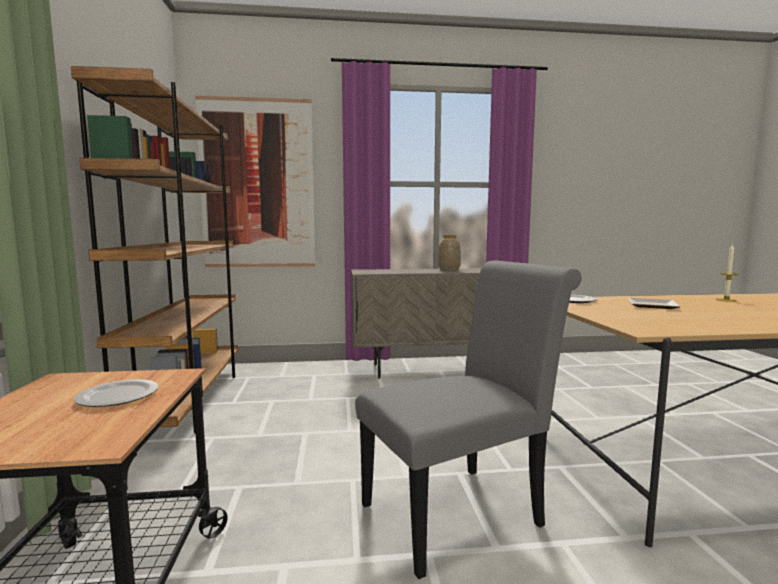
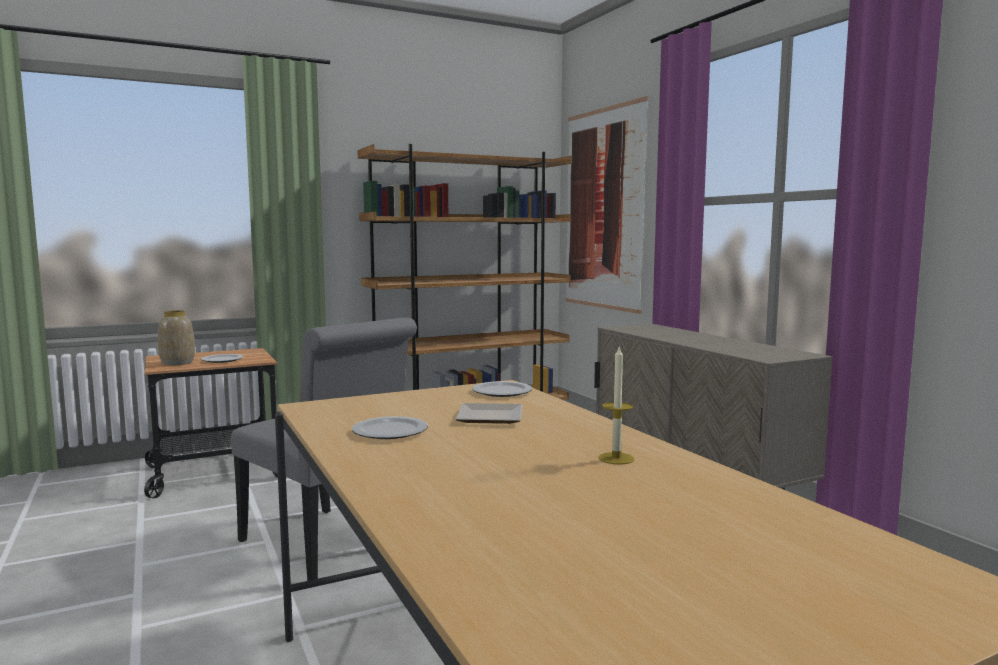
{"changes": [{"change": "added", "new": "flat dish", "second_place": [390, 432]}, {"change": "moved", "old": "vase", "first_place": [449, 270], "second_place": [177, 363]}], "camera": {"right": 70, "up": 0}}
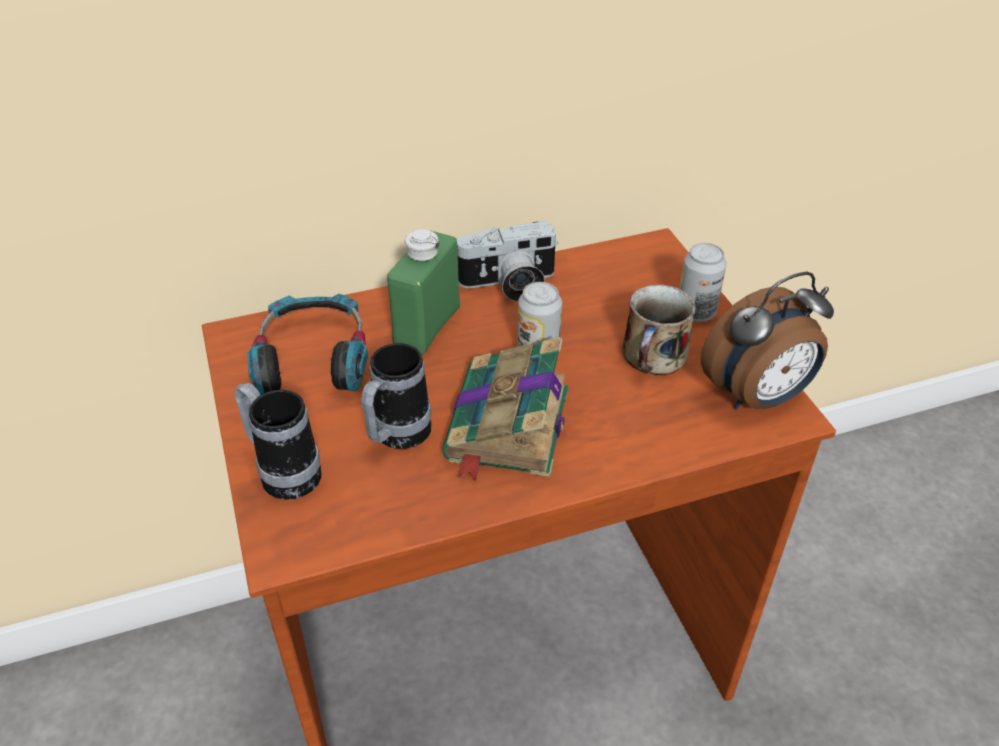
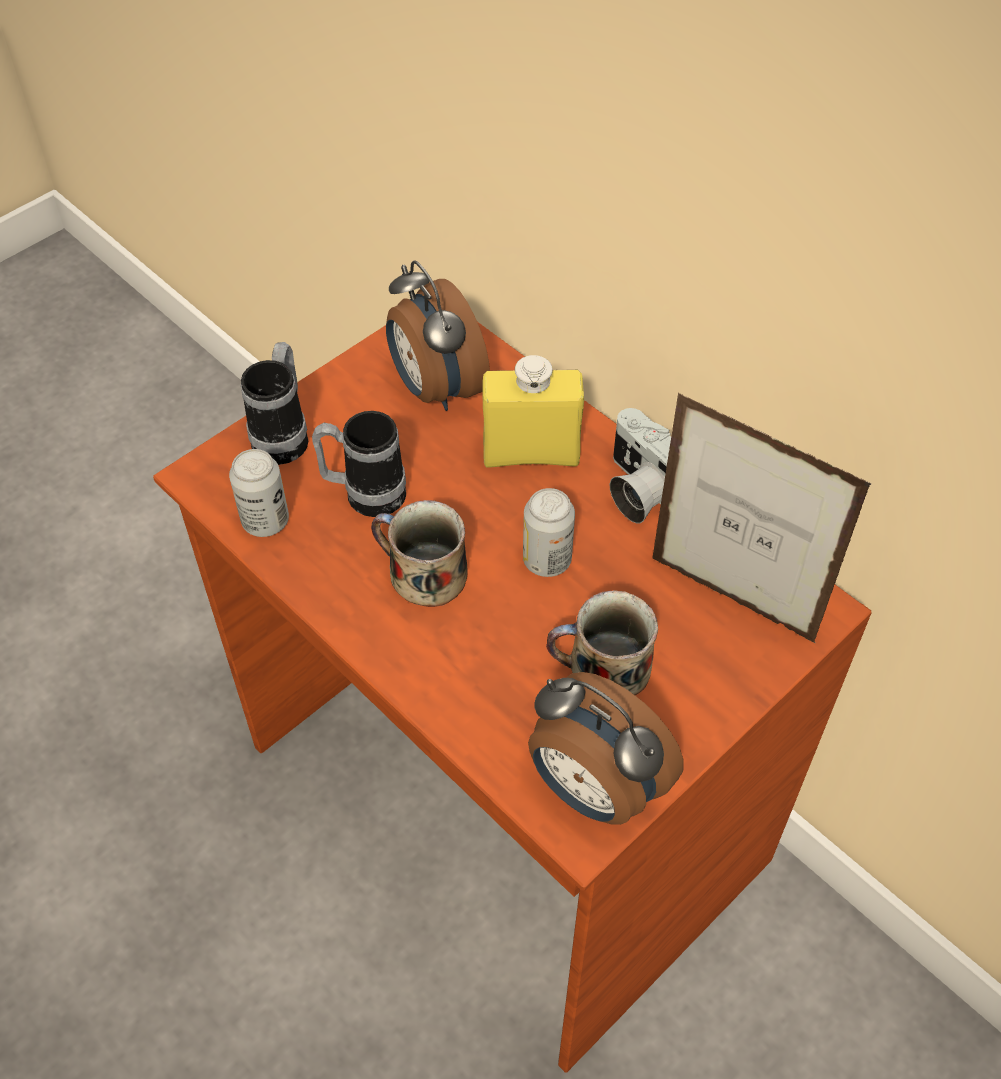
{"changes": [{"change": "added", "new": "photo frame", "second_place": [731, 600]}, {"change": "moved", "old": "metal can", "first_place": [695, 312], "second_place": [265, 521]}, {"change": "replaced", "old": "pair of headphones", "new": "alarm clock", "first_place": [313, 358], "second_place": [435, 388]}, {"change": "replaced", "old": "bound book", "new": "coffee mug", "first_place": [507, 426], "second_place": [423, 574]}, {"change": "recoloured", "old": "drink bottle (green-coloured)", "new": "drink bottle (yellow-coloured)", "first_place": [427, 327], "second_place": [531, 454]}], "camera": {"right": 65, "up": 10}}
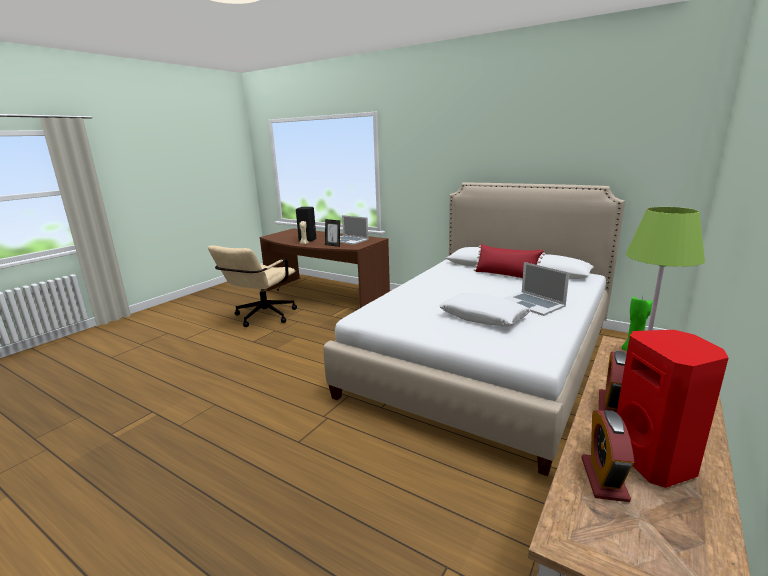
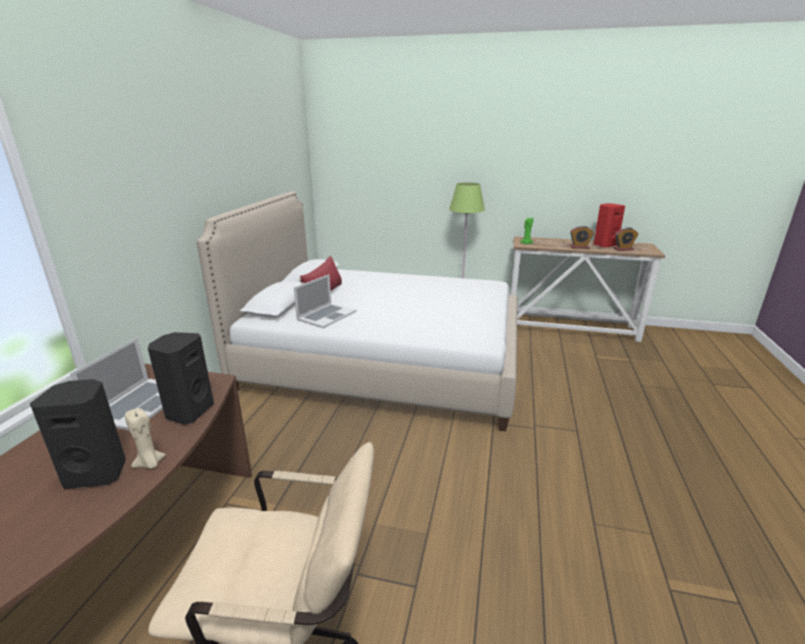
{"changes": [{"change": "removed", "old": "cushion (white-coloured)", "first_place": [483, 317]}, {"change": "moved", "old": "portable computer", "first_place": [532, 303], "second_place": [326, 315]}, {"change": "replaced", "old": "photo frame", "new": "speaker (black)", "first_place": [333, 245], "second_place": [188, 411]}], "camera": {"right": -110, "up": 5}}
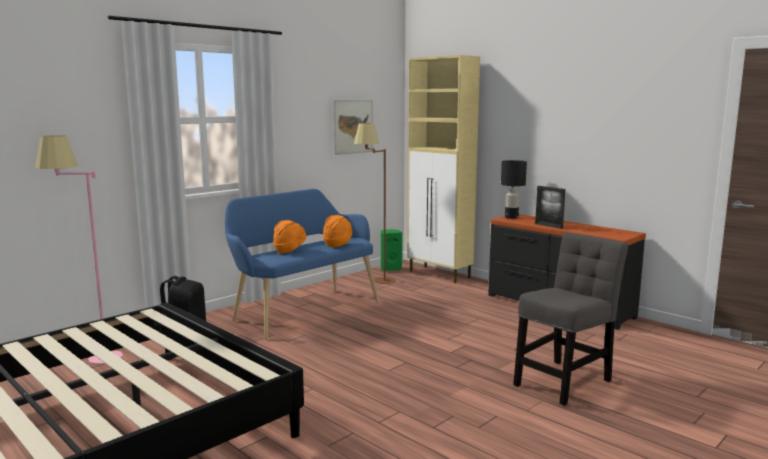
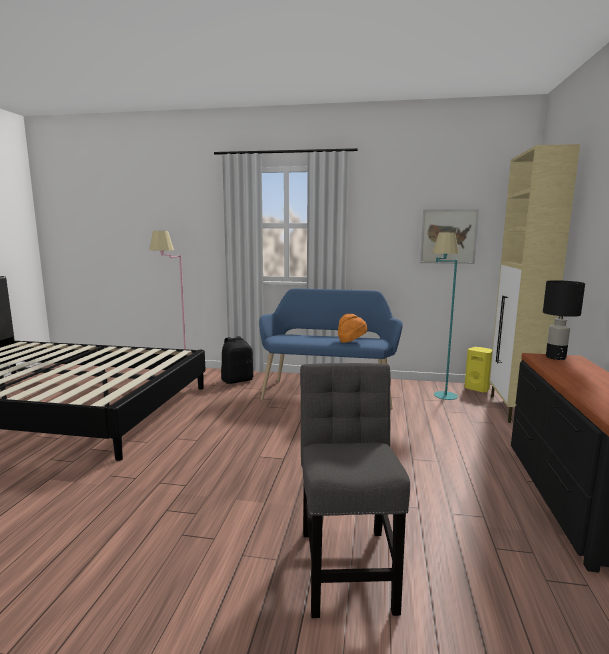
{"changes": [{"change": "removed", "old": "wearable hat (orangey)", "first_place": [289, 251]}, {"change": "removed", "old": "photo frame", "first_place": [548, 226]}, {"change": "recoloured", "old": "standing lamp (brownish)", "new": "standing lamp (turquoise)", "first_place": [374, 279], "second_place": [439, 392]}, {"change": "recoloured", "old": "speaker (green-coloured)", "new": "speaker (yellow-coloured)", "first_place": [390, 269], "second_place": [477, 389]}, {"change": "turned", "old": "plain chair (grey)", "first_place": [565, 380], "second_place": [347, 563], "degrees": -105}], "camera": {"right": 55, "up": 0}}
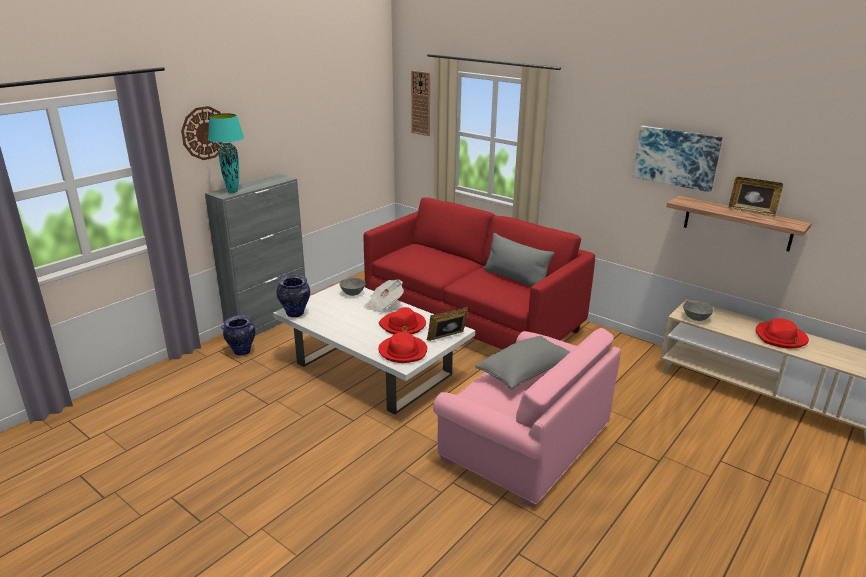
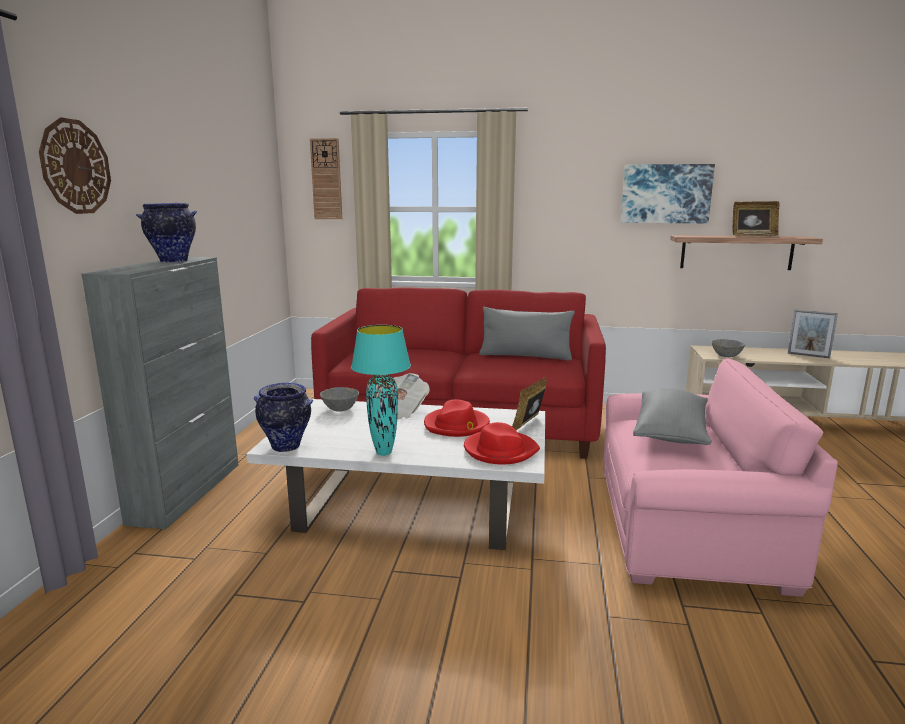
{"changes": [{"change": "moved", "old": "lamp for a table (turquoise)", "first_place": [233, 192], "second_place": [384, 452]}, {"change": "moved", "old": "vase", "first_place": [241, 352], "second_place": [173, 261]}, {"change": "replaced", "old": "wearable hat (red-coloured)", "new": "photo frame", "first_place": [780, 337], "second_place": [808, 355]}], "camera": {"right": -30, "up": -10}}
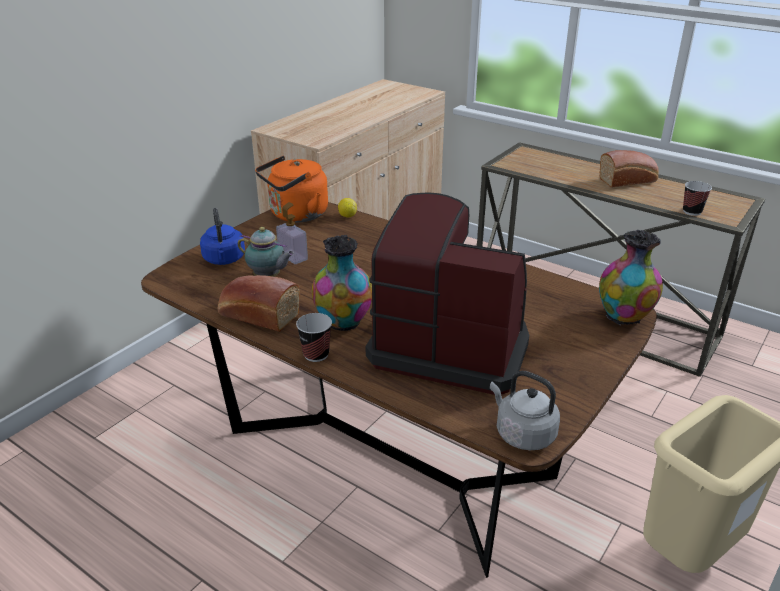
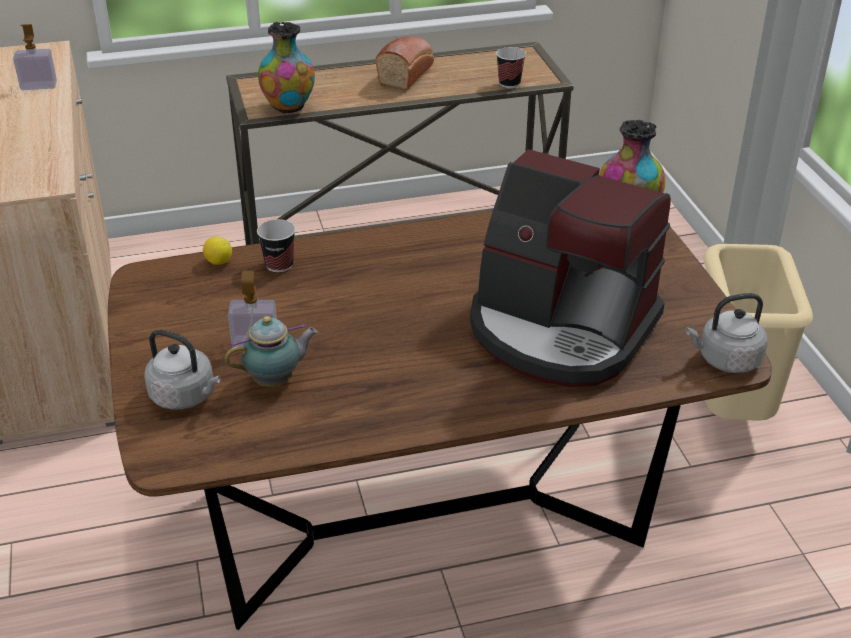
{"changes": [{"change": "removed", "old": "baked bread", "first_place": [257, 315]}, {"change": "removed", "old": "water kettle (orangey)", "first_place": [296, 215]}, {"change": "added", "new": "liquid soap bottle", "second_place": [38, 86]}, {"change": "moved", "old": "drinking cup", "first_place": [316, 354], "second_place": [279, 265]}, {"change": "moved", "old": "vase", "first_place": [343, 323], "second_place": [289, 107]}, {"change": "recoloured", "old": "water kettle (blue-coloured)", "new": "water kettle (grey)", "first_place": [224, 260], "second_place": [185, 396]}, {"change": "turned", "old": "coffee machine", "first_place": [450, 346], "second_place": [560, 330], "degrees": -120}], "camera": {"right": -50, "up": 5}}
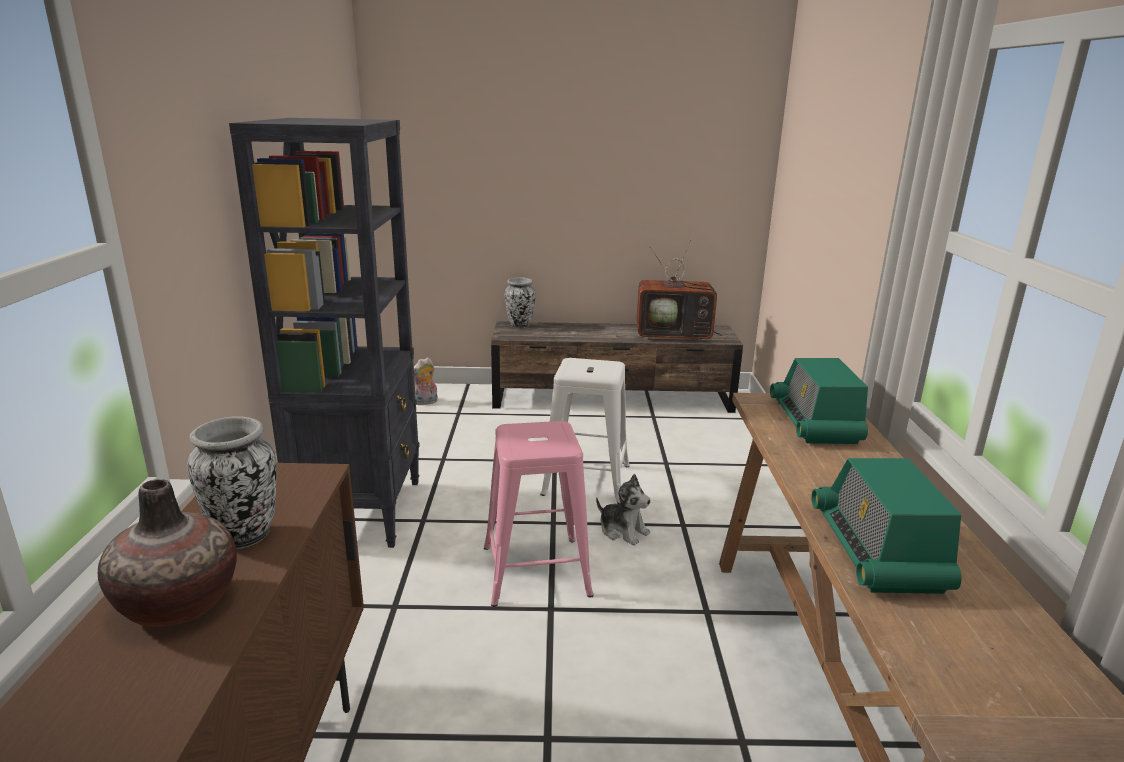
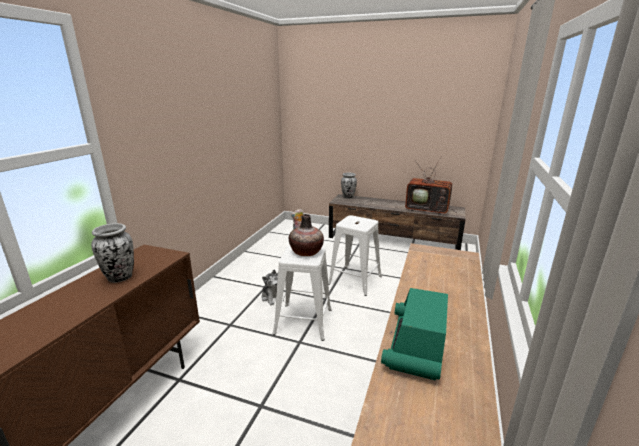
{"changes": [{"change": "removed", "old": "bookcase (black)", "first_place": [361, 511]}, {"change": "removed", "old": "radio set", "first_place": [814, 422]}, {"change": "moved", "old": "vase", "first_place": [178, 604], "second_place": [306, 252]}, {"change": "moved", "old": "soft toy", "first_place": [623, 531], "second_place": [272, 297]}, {"change": "recoloured", "old": "stool (pinkish)", "new": "stool (white-coloured)", "first_place": [536, 570], "second_place": [303, 321]}], "camera": {"right": 20, "up": 0}}
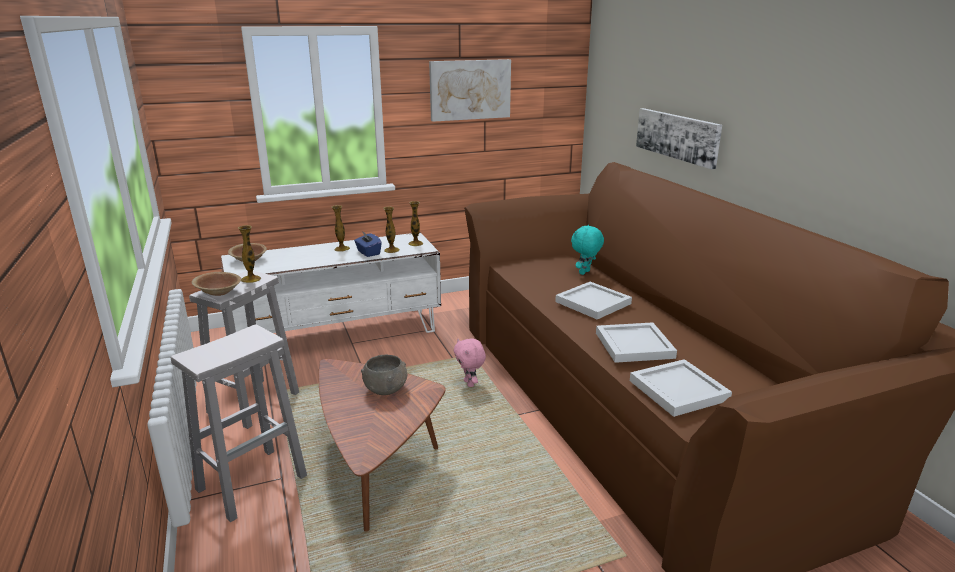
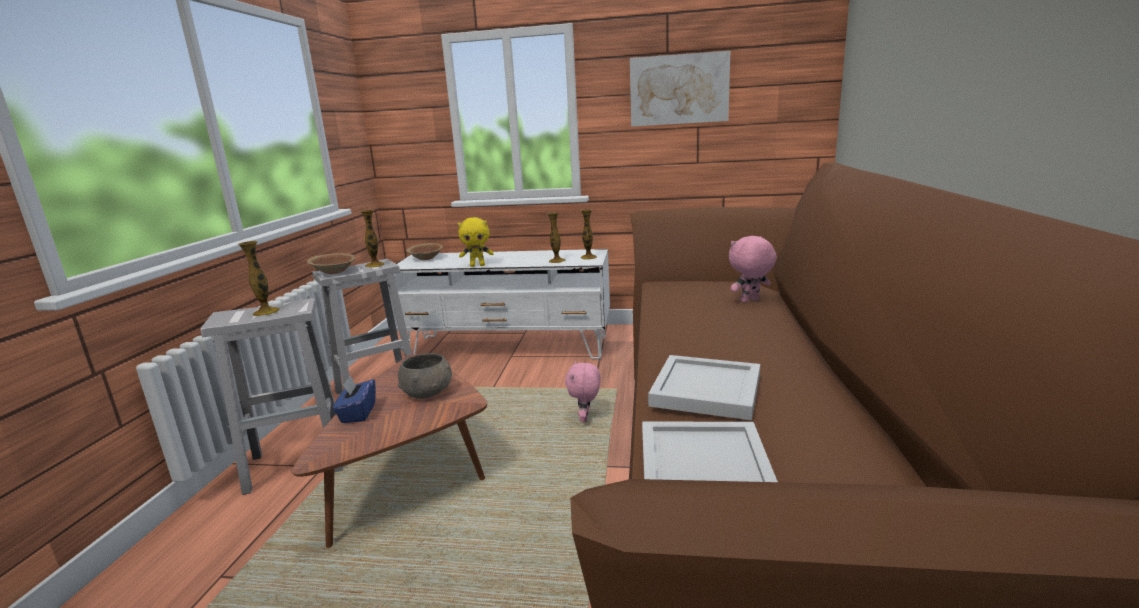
{"changes": [{"change": "removed", "old": "tray (white-coloured)", "first_place": [593, 302]}, {"change": "removed", "old": "picture", "first_place": [677, 136]}, {"change": "added", "new": "soft toy (yellow-coloured)", "second_place": [477, 265]}, {"change": "moved", "old": "vase", "first_place": [342, 249], "second_place": [266, 312]}, {"change": "moved", "old": "tissue holder (blue-coloured)", "first_place": [368, 253], "second_place": [358, 413]}, {"change": "recoloured", "old": "soft toy (turquoise)", "new": "soft toy (pinkish)", "first_place": [585, 273], "second_place": [750, 301]}], "camera": {"right": 30, "up": -5}}
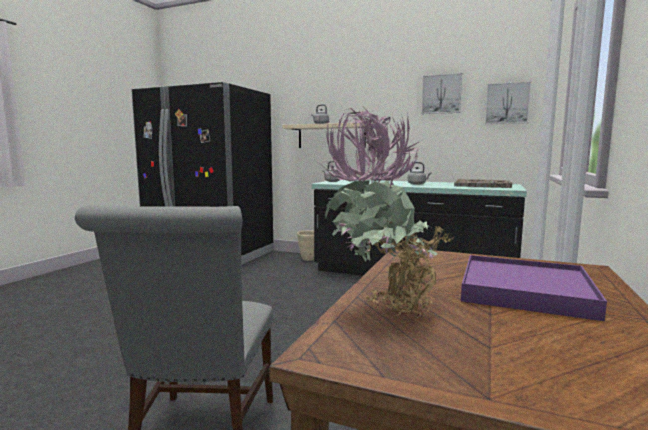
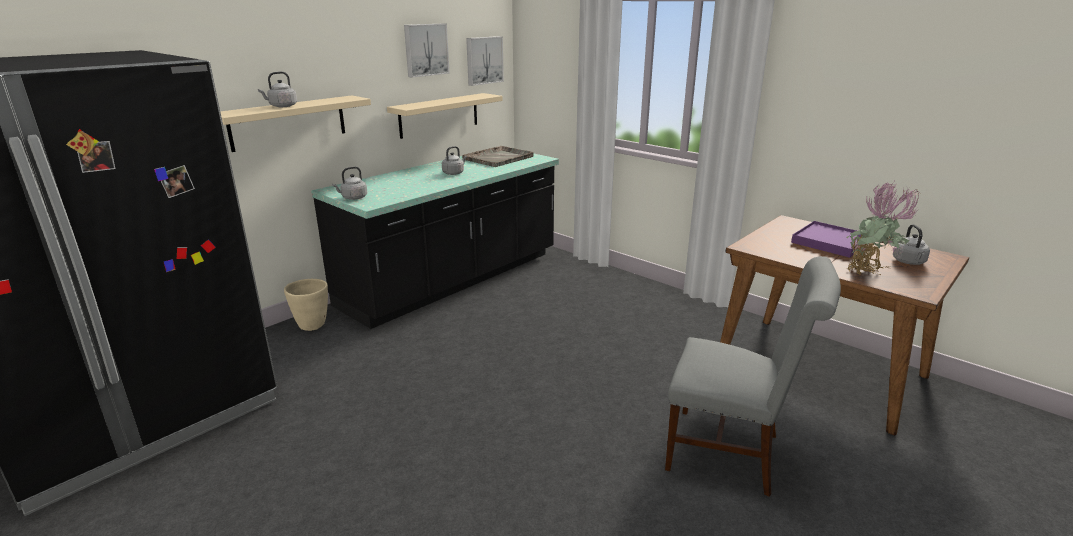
{"changes": [{"change": "added", "new": "wall shelf (sand-coloured)", "second_place": [439, 115]}, {"change": "added", "new": "water kettle (grey)", "second_place": [909, 262]}], "camera": {"right": -70, "up": 15}}
